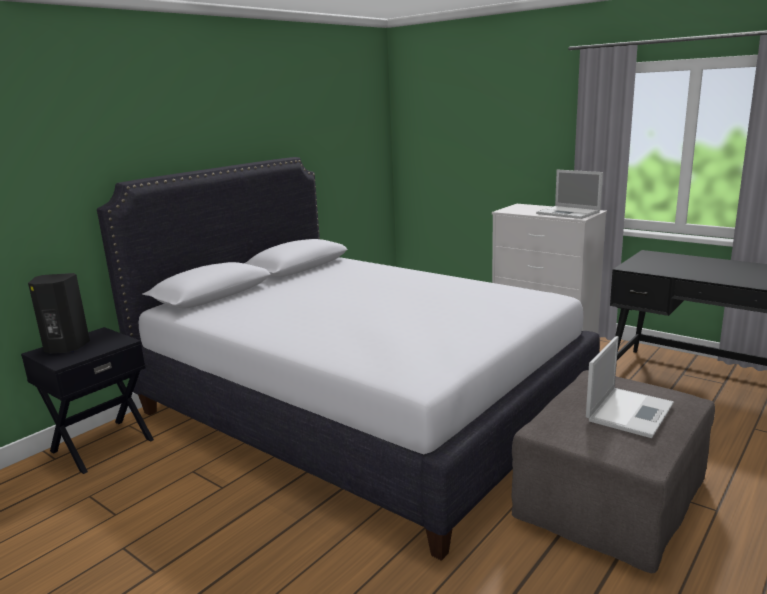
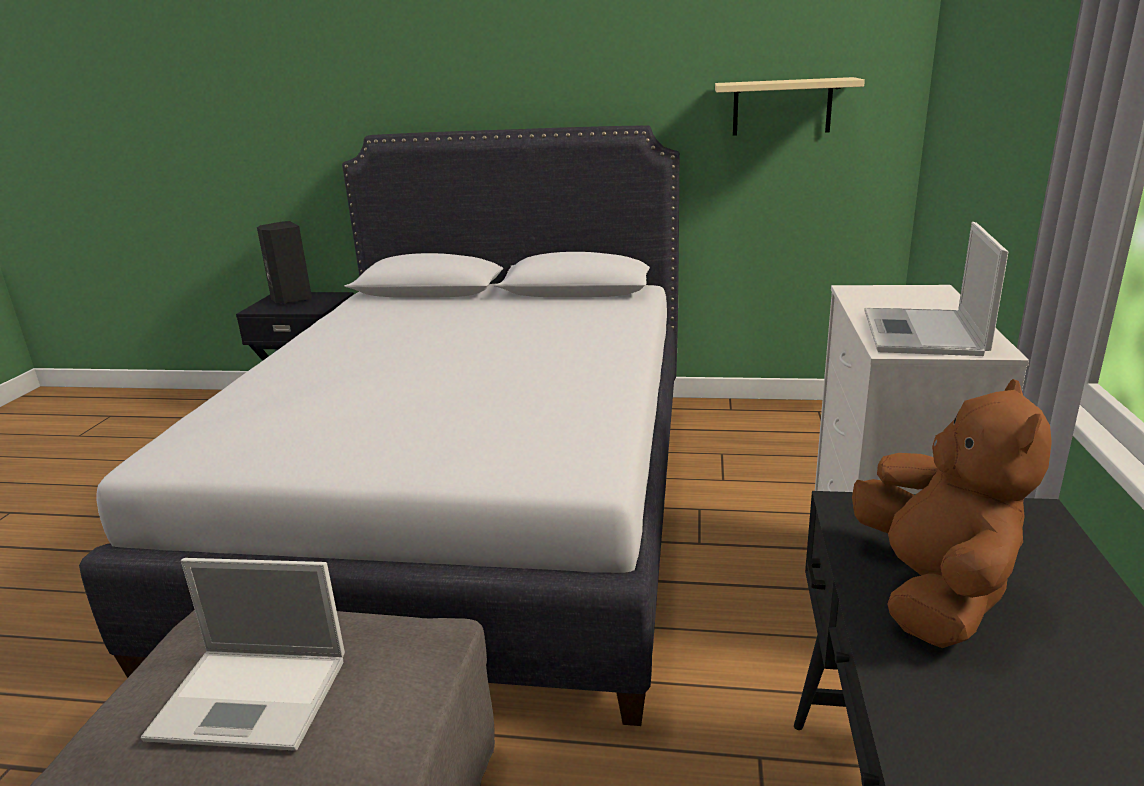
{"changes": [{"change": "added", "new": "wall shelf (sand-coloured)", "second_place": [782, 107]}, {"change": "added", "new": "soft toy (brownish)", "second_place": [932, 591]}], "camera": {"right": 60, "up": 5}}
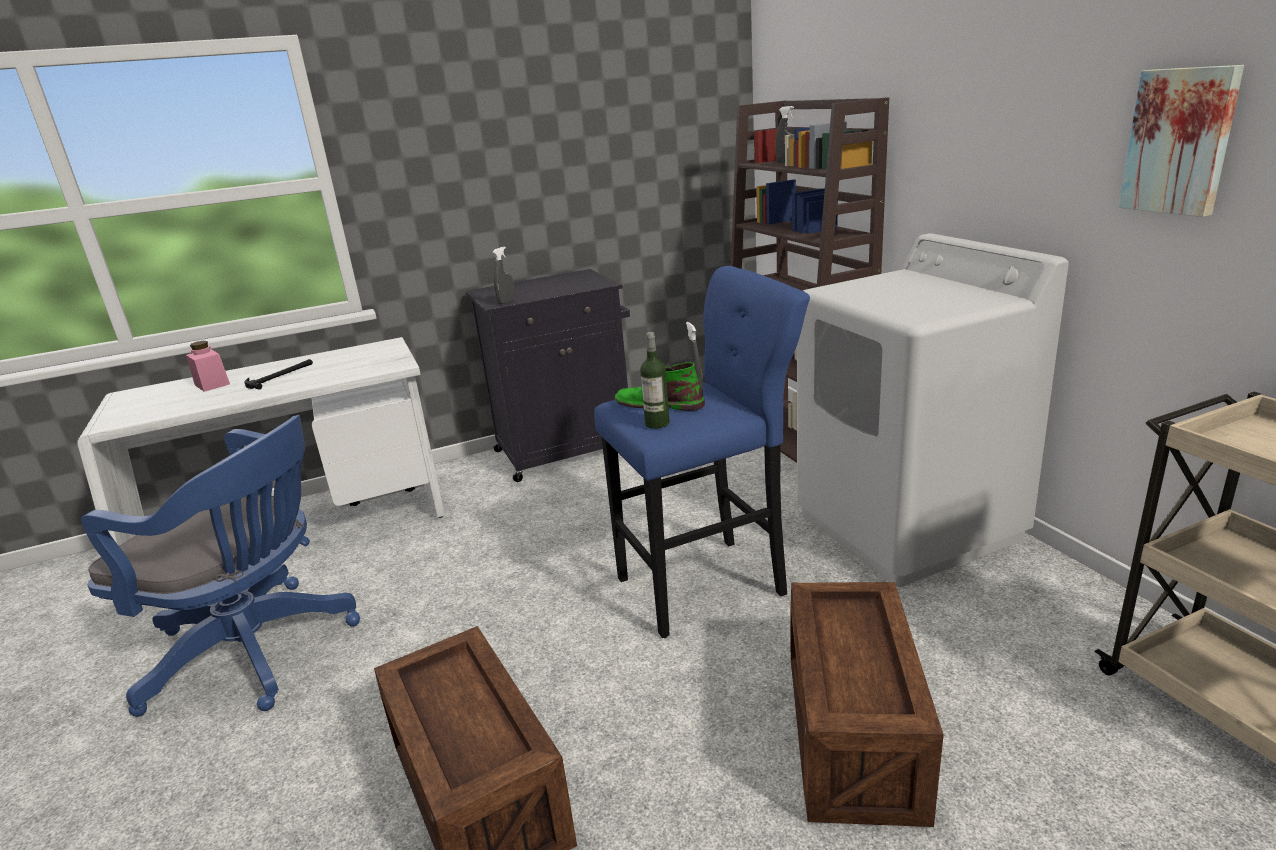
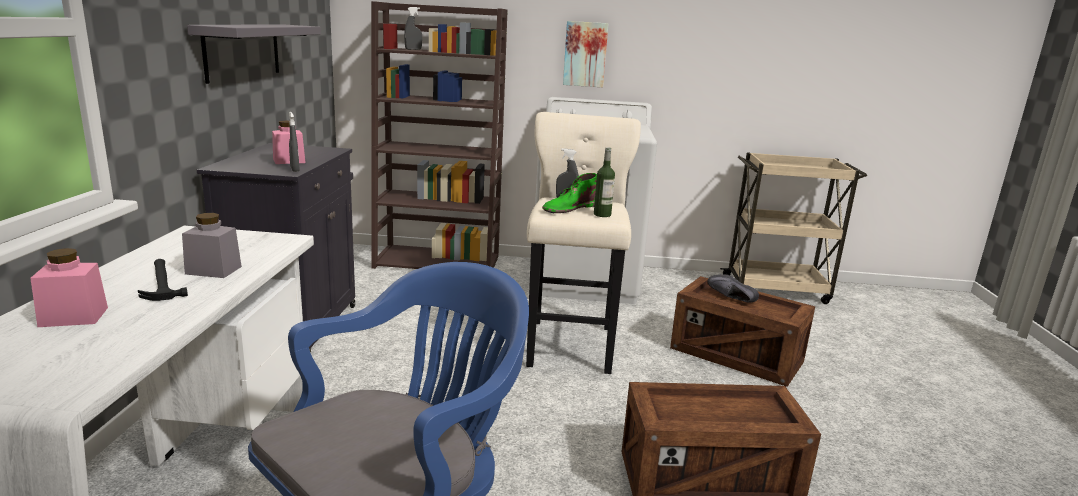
{"changes": [{"change": "added", "new": "preserve jar (grey)", "second_place": [213, 270]}, {"change": "added", "new": "wall shelf (grey)", "second_place": [242, 51]}, {"change": "added", "new": "preserve jar (pinkish)", "second_place": [289, 161]}, {"change": "added", "new": "item of footwear (black)", "second_place": [730, 298]}, {"change": "moved", "old": "picture", "first_place": [1180, 141], "second_place": [585, 54]}, {"change": "recoloured", "old": "stool (blue-coloured)", "new": "stool (sand-coloured)", "first_place": [708, 583], "second_place": [571, 343]}], "camera": {"right": -65, "up": -5}}
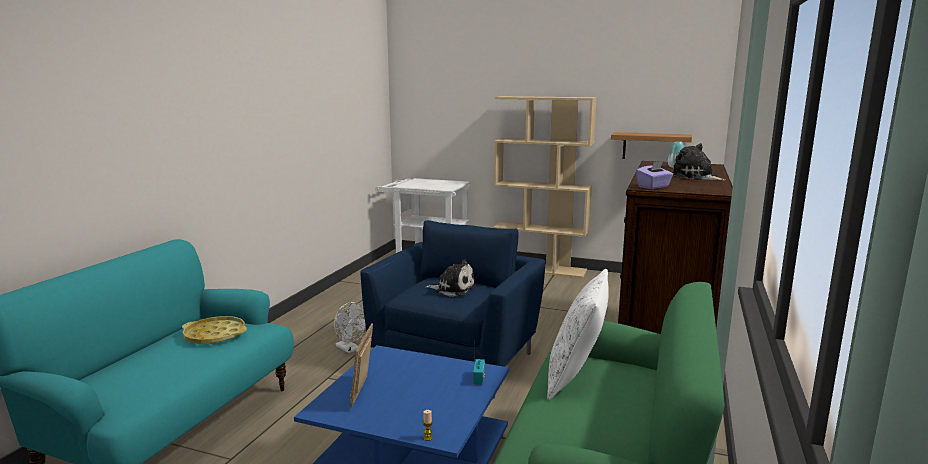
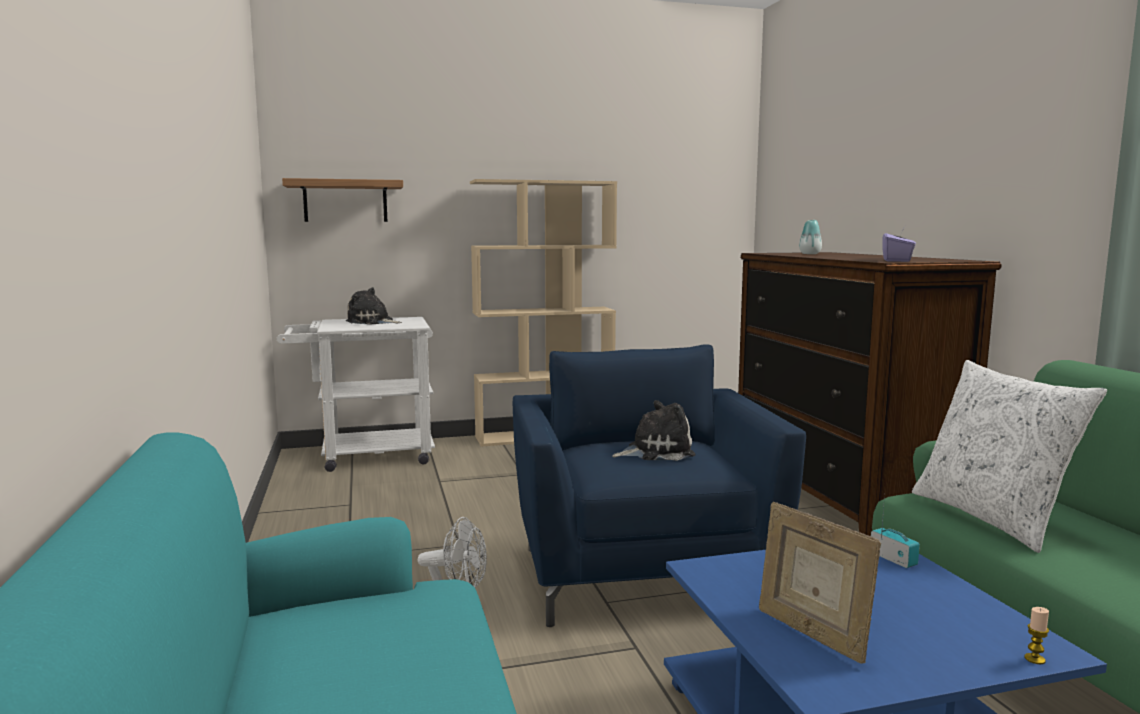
{"changes": [{"change": "removed", "old": "tray (yellow-coloured)", "first_place": [215, 335]}, {"change": "moved", "old": "wall shelf", "first_place": [651, 146], "second_place": [345, 201]}, {"change": "moved", "old": "soft toy", "first_place": [695, 177], "second_place": [372, 322]}], "camera": {"right": -35, "up": -5}}
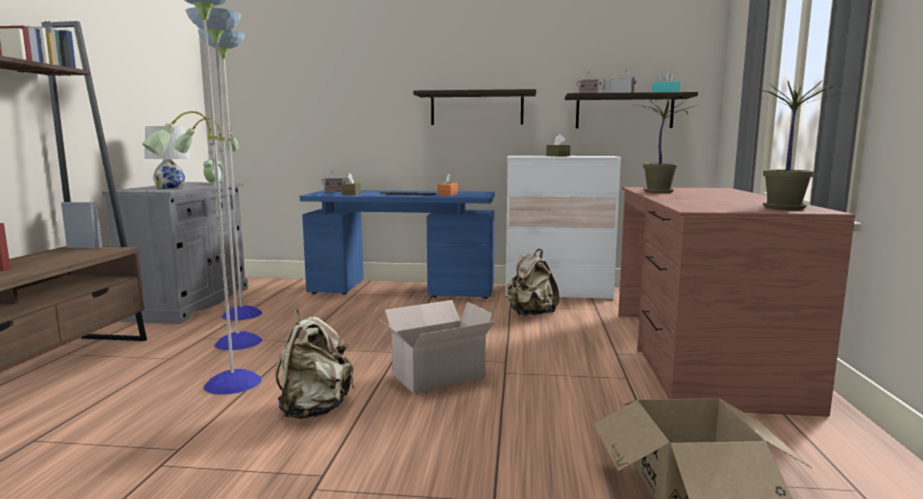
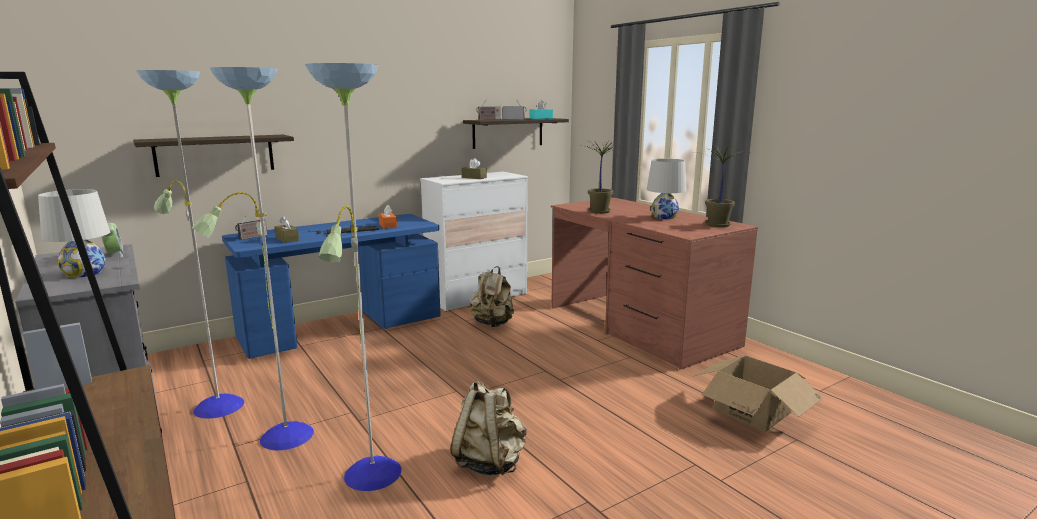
{"changes": [{"change": "removed", "old": "carton", "first_place": [435, 376]}, {"change": "added", "new": "lamp for a table (white-coloured)", "second_place": [664, 217]}, {"change": "moved", "old": "wall shelf", "first_place": [477, 109], "second_place": [215, 155]}], "camera": {"right": -40, "up": 5}}
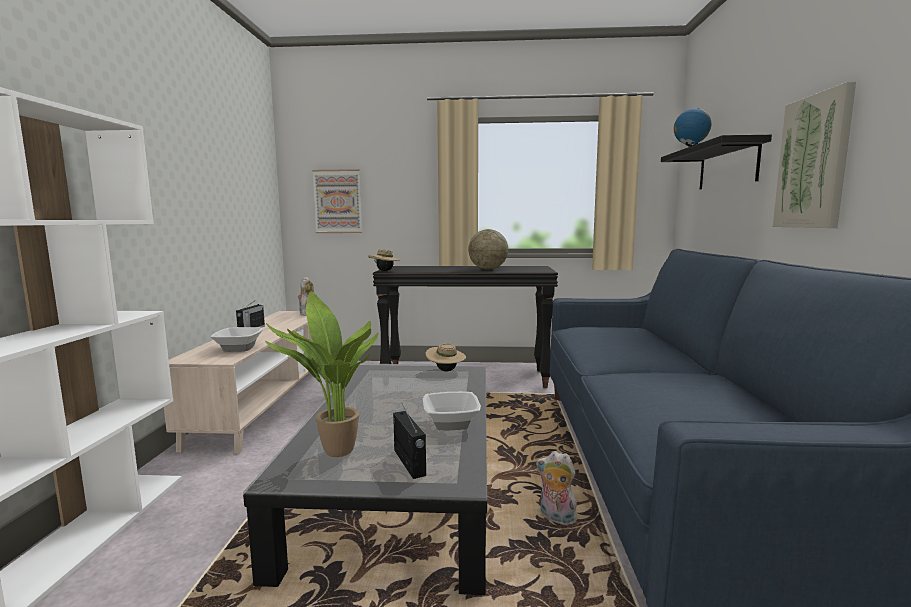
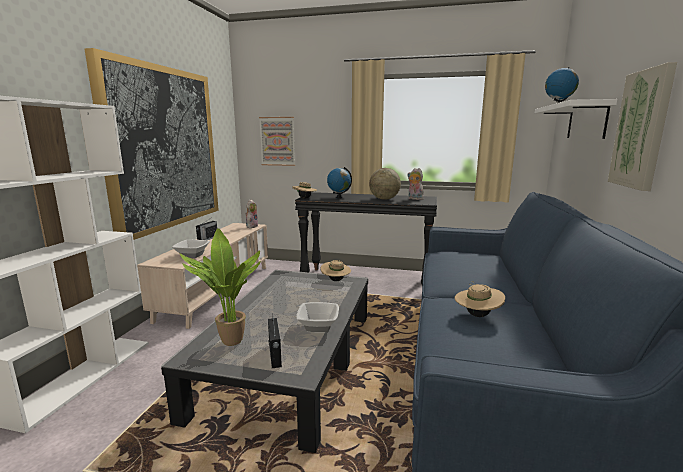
{"changes": [{"change": "added", "new": "picture", "second_place": [164, 148]}, {"change": "added", "new": "world globe", "second_place": [339, 197]}, {"change": "added", "new": "wearable hat (sand-coloured)", "second_place": [477, 315]}, {"change": "moved", "old": "soft toy", "first_place": [555, 518], "second_place": [414, 199]}, {"change": "recoloured", "old": "wall shelf (black)", "new": "wall shelf (white-coloured)", "first_place": [727, 166], "second_place": [586, 121]}], "camera": {"right": 10, "up": 5}}
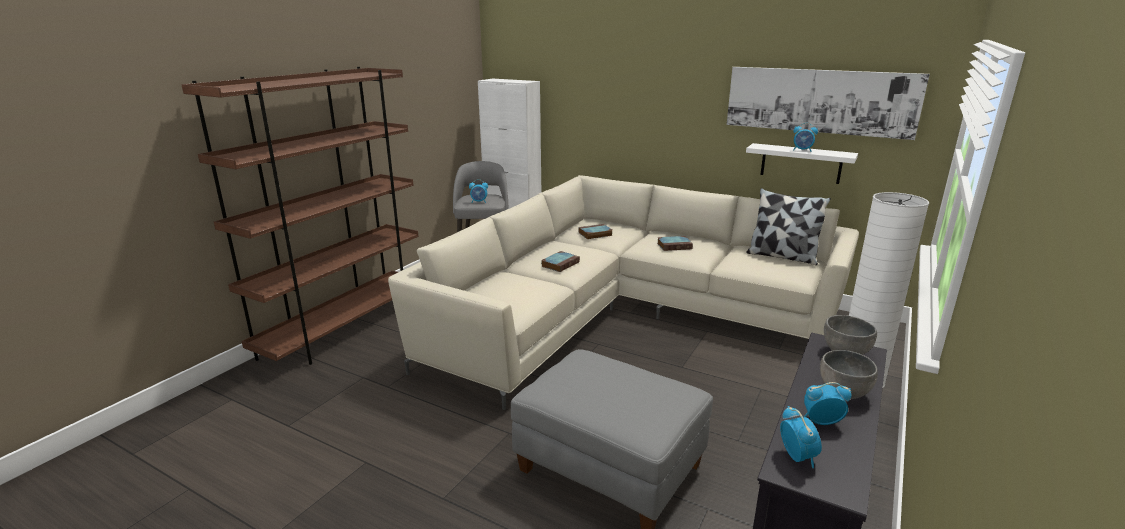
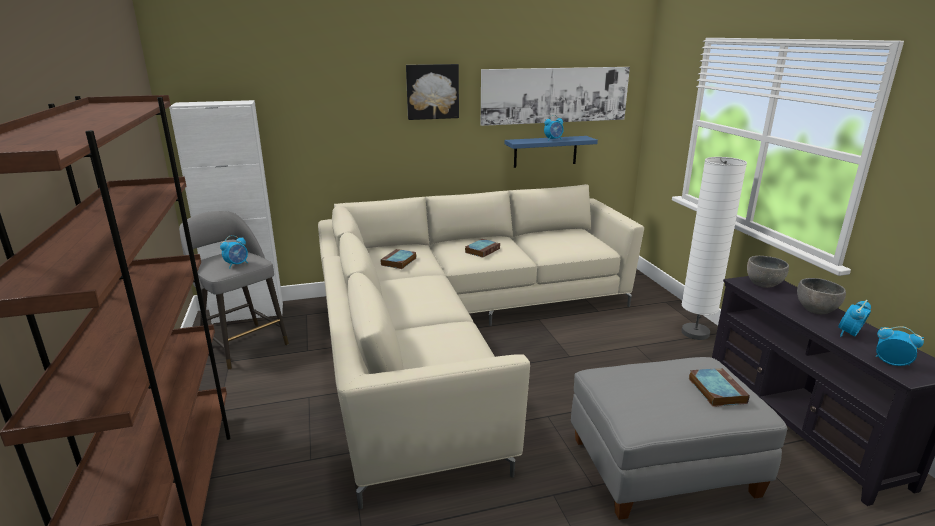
{"changes": [{"change": "removed", "old": "cushion", "first_place": [782, 256]}, {"change": "added", "new": "picture", "second_place": [432, 91]}, {"change": "moved", "old": "bound book", "first_place": [560, 264], "second_place": [715, 390]}, {"change": "recoloured", "old": "wall shelf (white-coloured)", "new": "wall shelf (blue-coloured)", "first_place": [801, 163], "second_place": [545, 151]}], "camera": {"right": -45, "up": 0}}
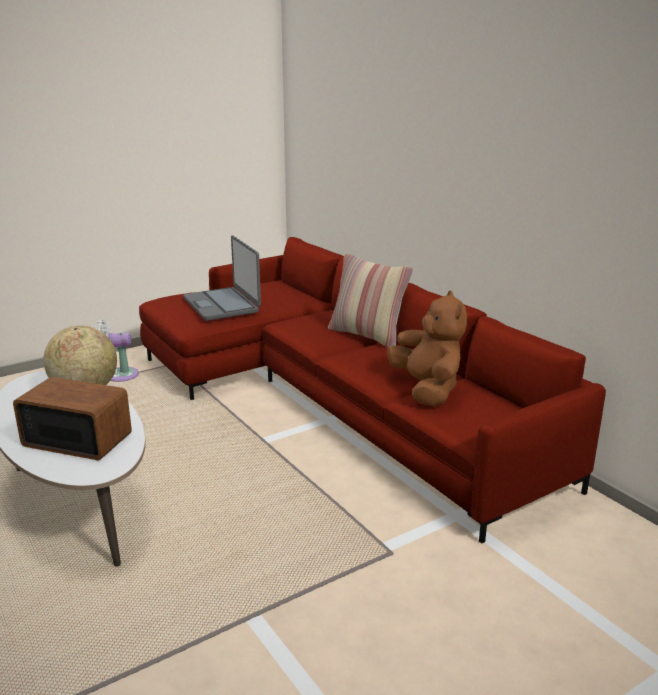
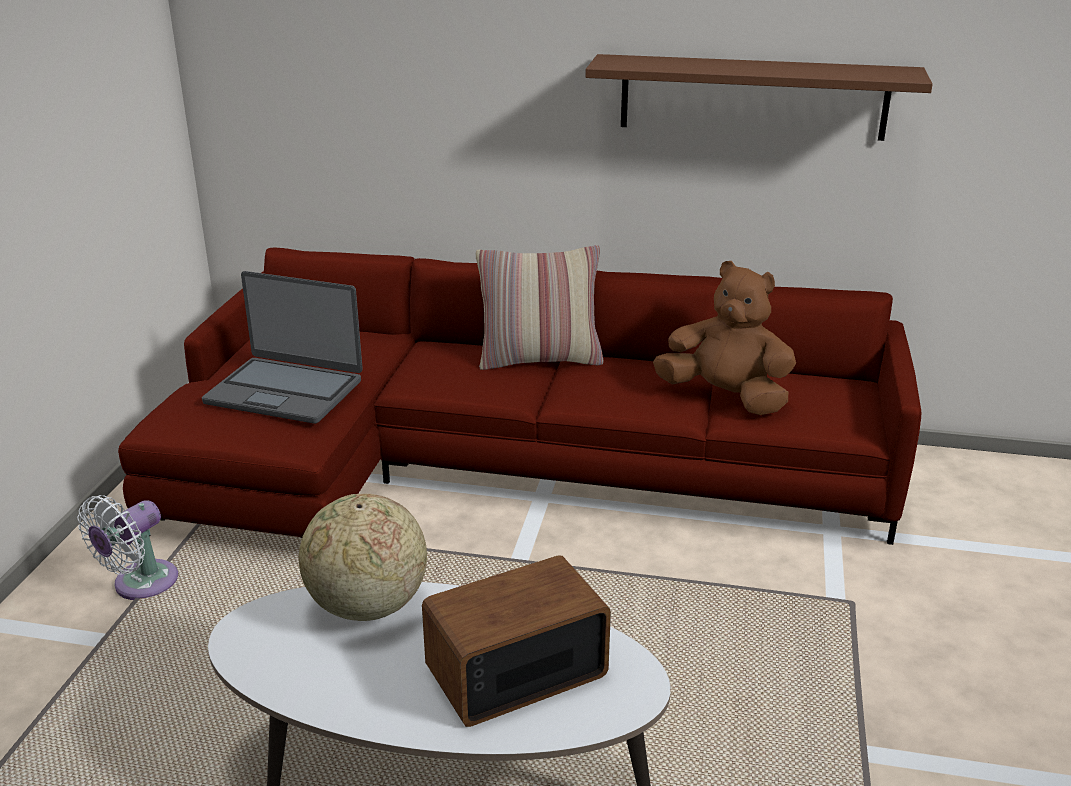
{"changes": [{"change": "added", "new": "wall shelf (brownish)", "second_place": [753, 97]}], "camera": {"right": -45, "up": 5}}
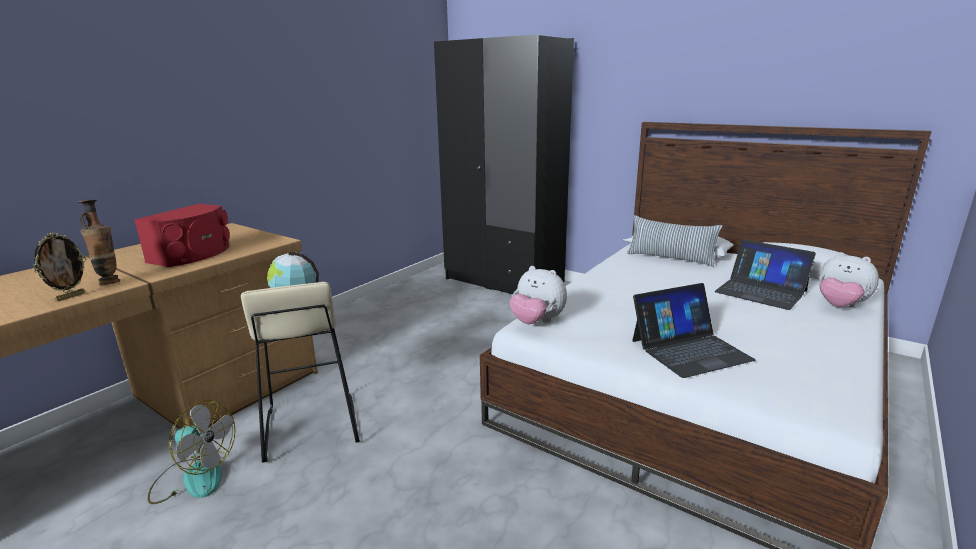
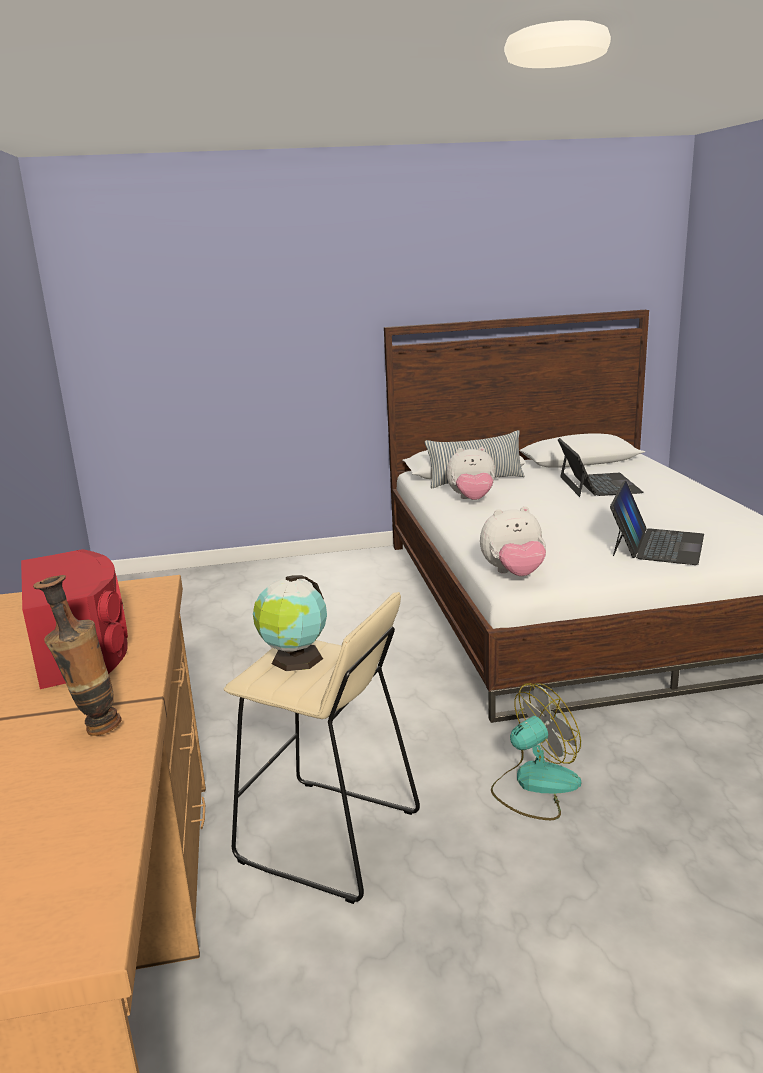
{"changes": [{"change": "removed", "old": "photo frame", "first_place": [70, 296]}, {"change": "removed", "old": "wardrobe (black)", "first_place": [504, 280]}, {"change": "moved", "old": "fan", "first_place": [194, 477], "second_place": [534, 785]}, {"change": "moved", "old": "soft toy", "first_place": [840, 306], "second_place": [472, 499]}, {"change": "turned", "old": "portable computer", "first_place": [760, 291], "second_place": [598, 485], "degrees": -90}], "camera": {"right": -45, "up": 0}}
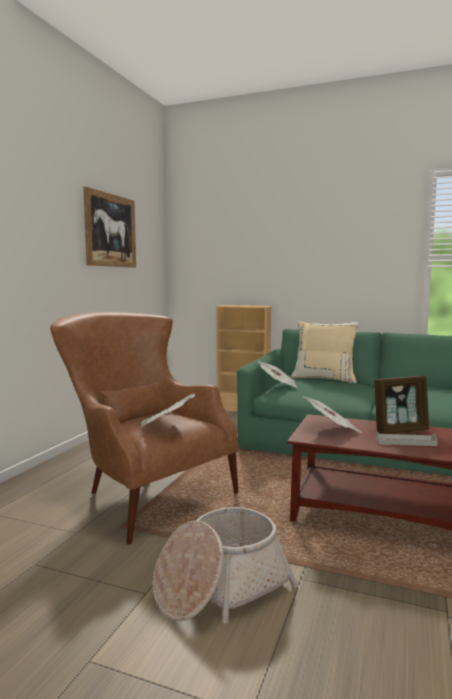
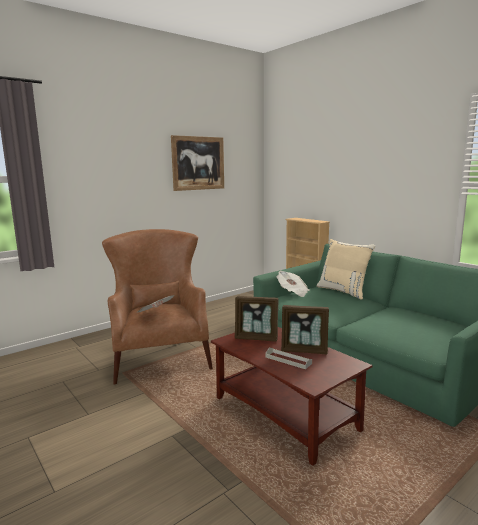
{"changes": [{"change": "removed", "old": "household basket", "first_place": [220, 587]}, {"change": "replaced", "old": "newspaper", "new": "photo frame", "first_place": [332, 429], "second_place": [256, 338]}], "camera": {"right": 30, "up": 5}}
